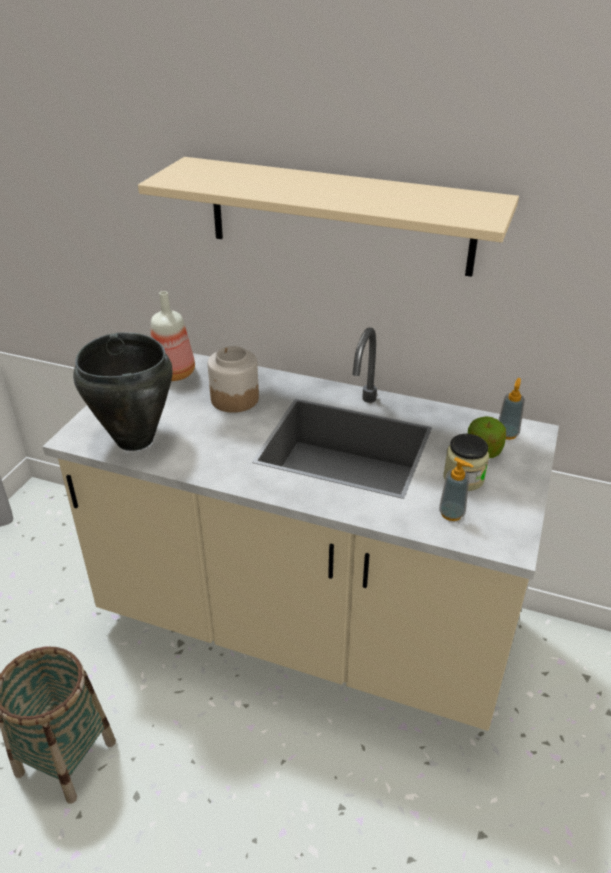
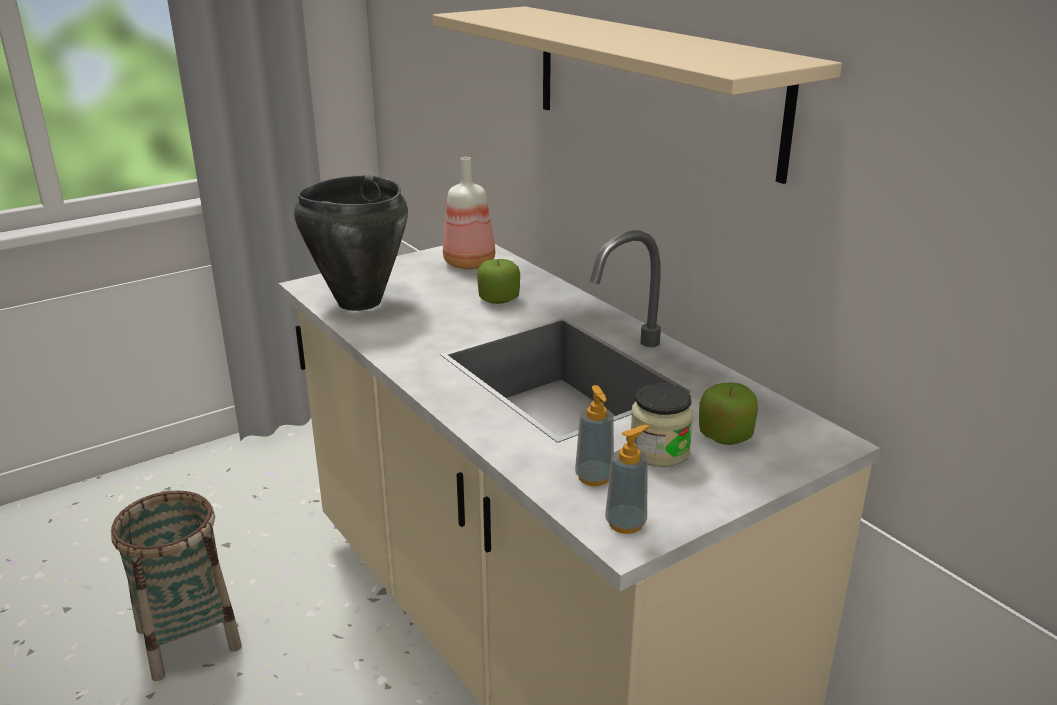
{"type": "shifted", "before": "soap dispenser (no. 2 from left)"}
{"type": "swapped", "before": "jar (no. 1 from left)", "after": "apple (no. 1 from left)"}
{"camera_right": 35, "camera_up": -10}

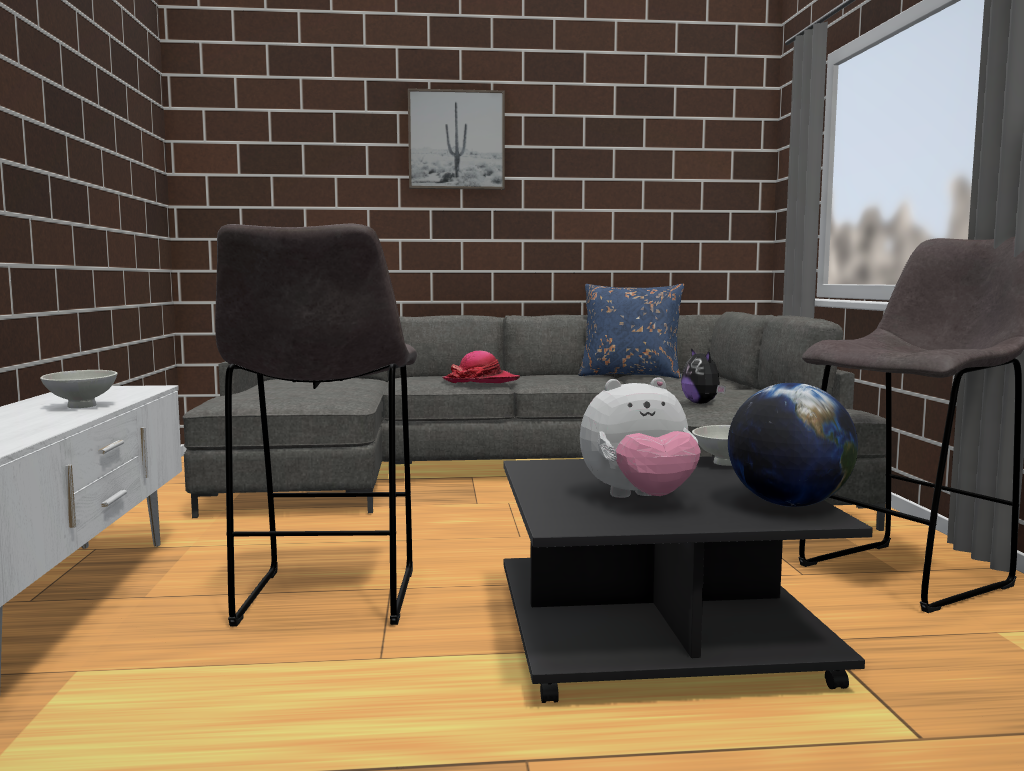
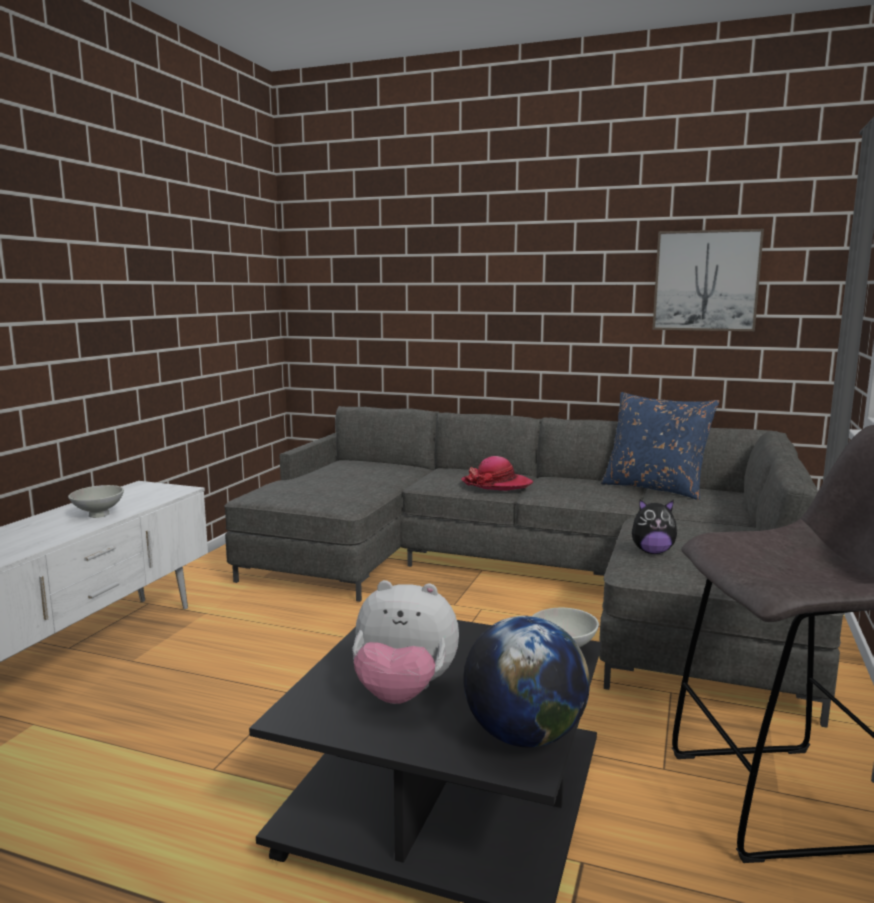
{"type": "gone", "before": "grey stool (no. 1 from left)"}
{"type": "shifted", "before": "picture"}
{"type": "rotated", "before": "plush toy (no. 2 from left)", "turn": -90}
{"camera_right": 25, "camera_up": 5}

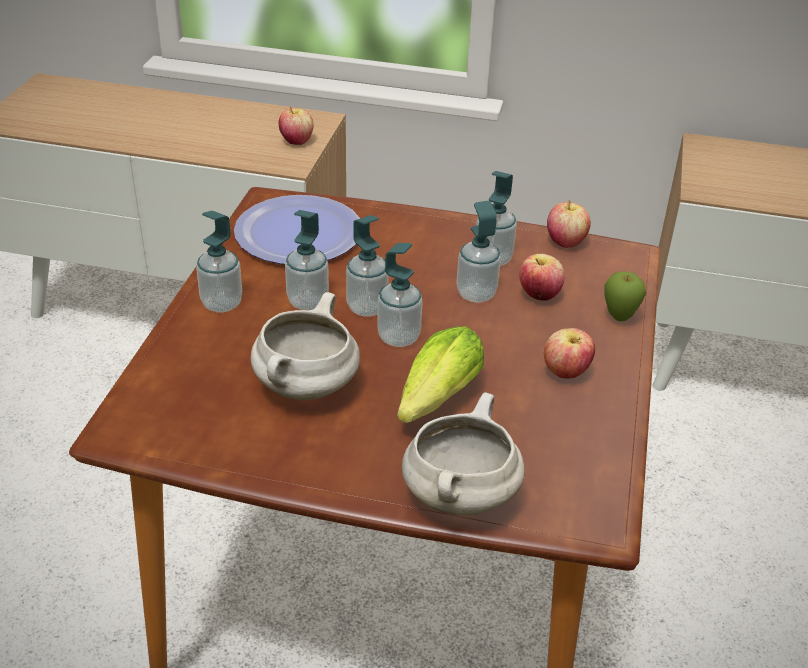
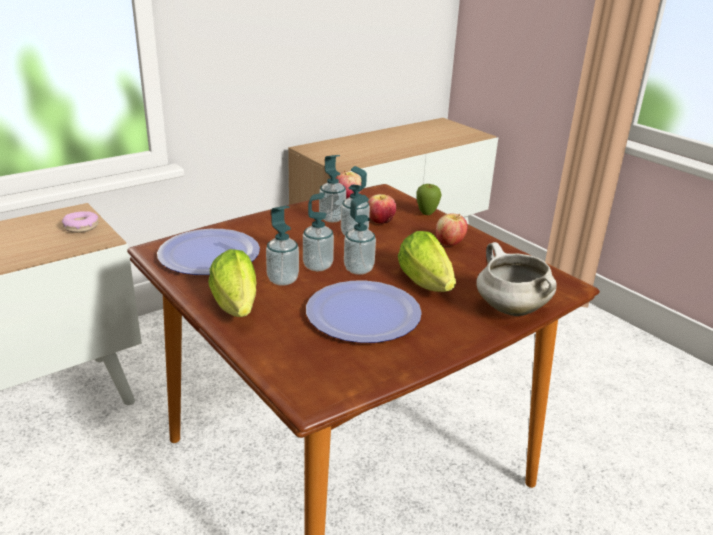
{"type": "swapped", "before": "soap dispenser (no. 1 from left)", "after": "lettuce (no. 1 from left)"}
{"type": "swapped", "before": "white cooking pot (no. 1 from left)", "after": "plate (no. 2 from left)"}
{"type": "swapped", "before": "apple (no. 1 from left)", "after": "donut"}
{"camera_right": -50, "camera_up": -10}

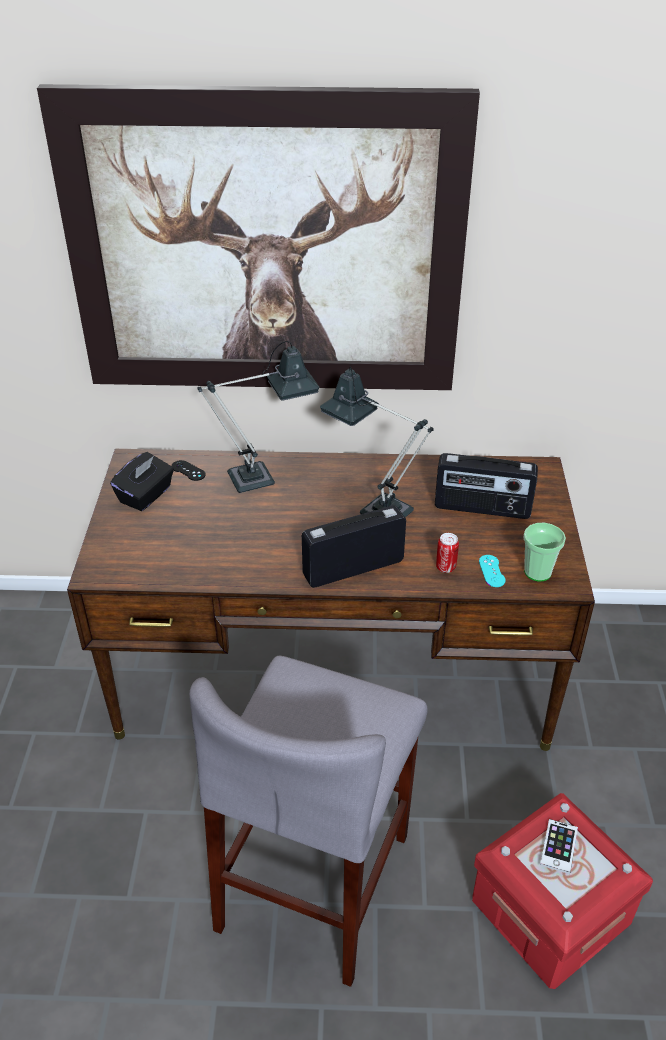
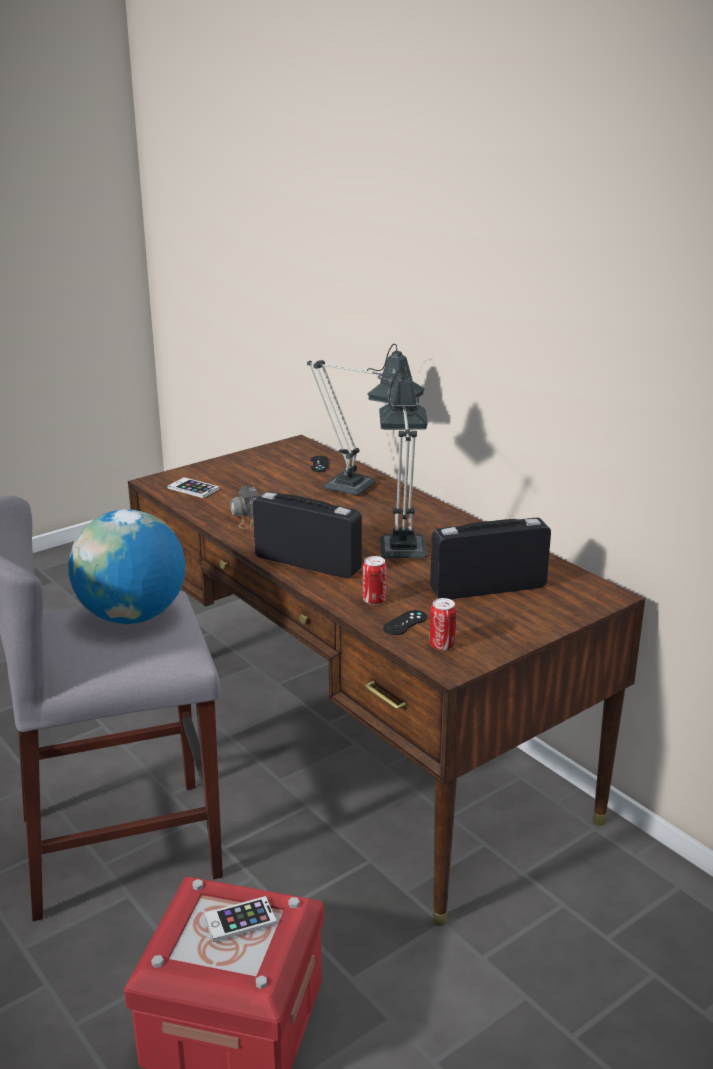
{"type": "gone", "before": "picture"}
{"type": "gone", "before": "black tissue box"}
{"type": "new", "after": "globe"}
{"type": "new", "after": "phone (no. 1 from left)"}
{"type": "new", "after": "photo camera"}
{"type": "swapped", "before": "cup", "after": "can (no. 2 from left)"}
{"type": "repainted", "before": "turquoise game controller", "after": "black game controller (no. 2 from left)"}
{"type": "rotated", "before": "radio (no. 2 from left)", "turn": 105}
{"camera_right": 50, "camera_up": -15}

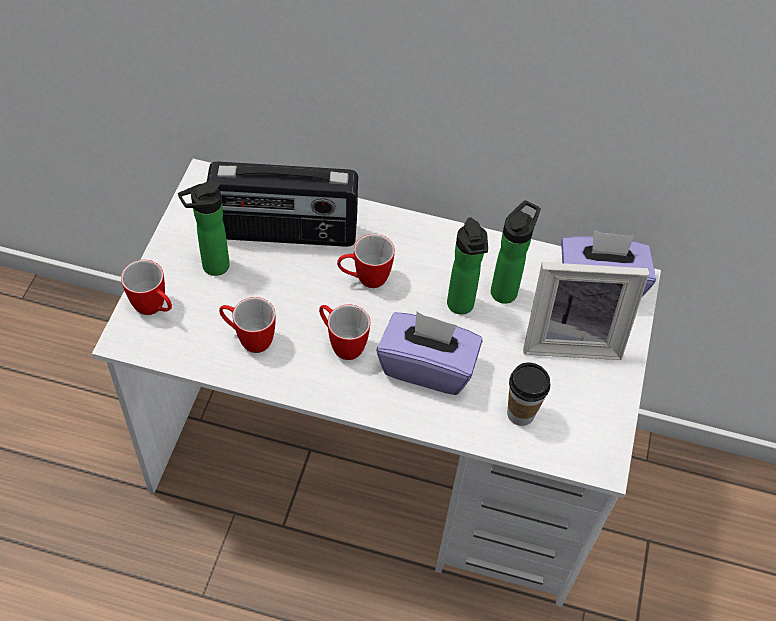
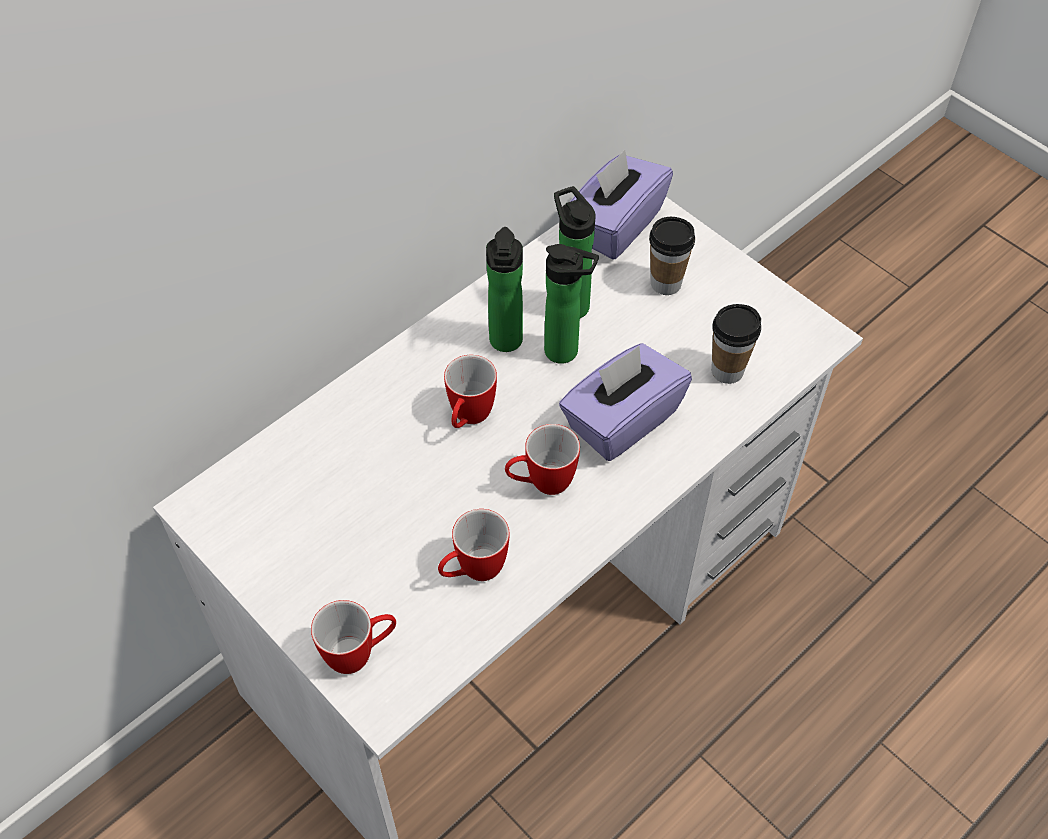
{"type": "gone", "before": "radio"}
{"type": "shifted", "before": "bottle (no. 1 from left)"}
{"type": "swapped", "before": "picture frame", "after": "cup (no. 1 from left)"}
{"camera_right": -55, "camera_up": 0}

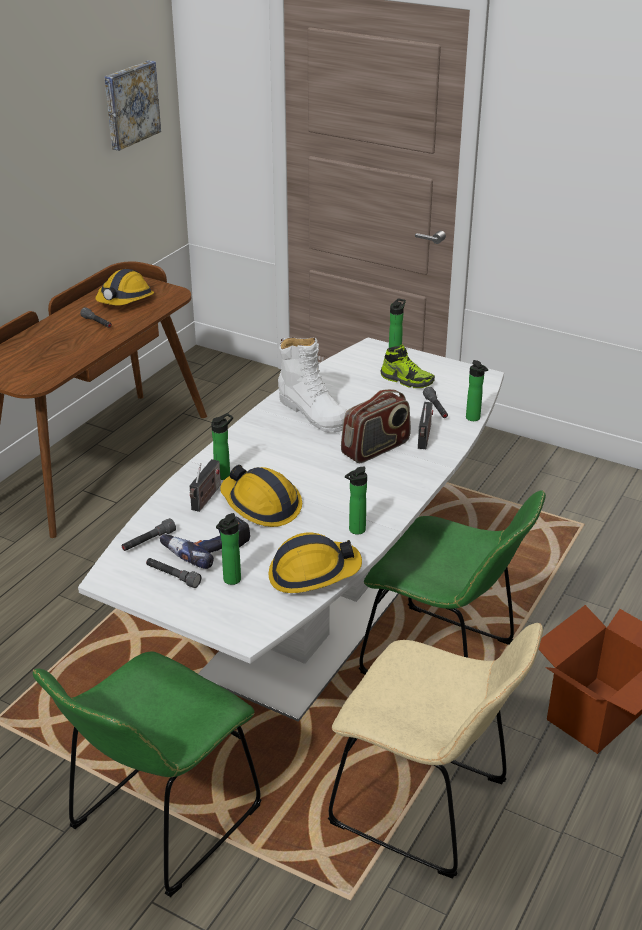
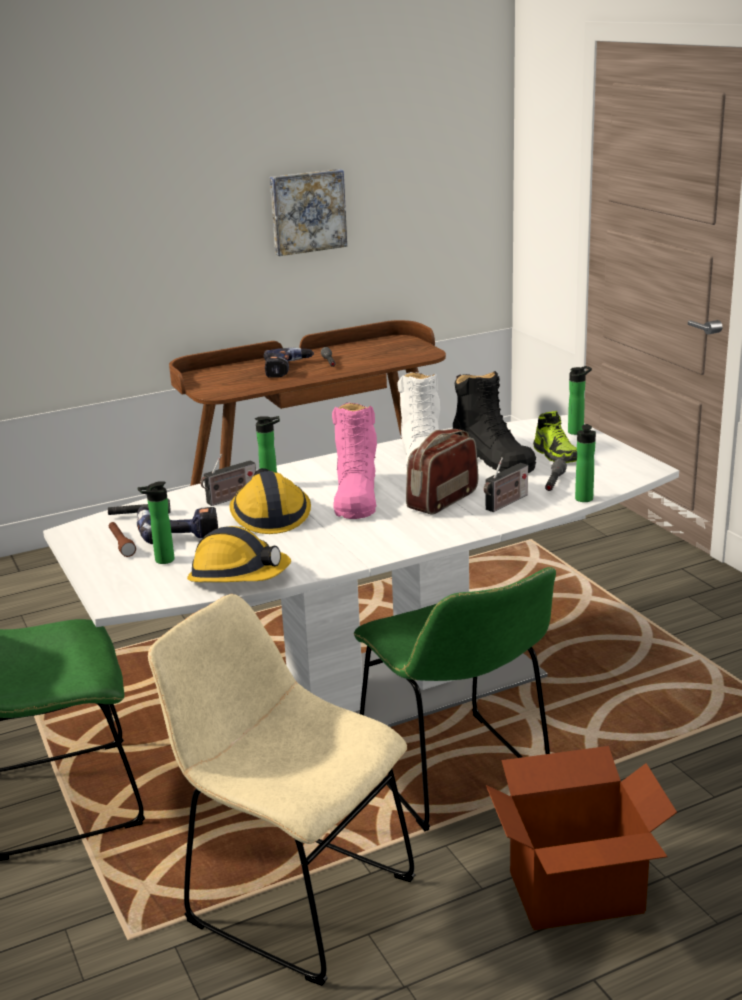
{"type": "gone", "before": "hard hat (no. 1 from left)"}
{"type": "gone", "before": "bottle (no. 3 from left)"}
{"type": "new", "after": "power drill (no. 2 from left)"}
{"type": "new", "after": "pink boot"}
{"type": "new", "after": "black boot"}
{"type": "shifted", "before": "picture"}
{"type": "repainted", "before": "grey flashlight (no. 3 from left)", "after": "brown flashlight"}
{"type": "rotated", "before": "beige chair", "turn": 150}
{"type": "rotated", "before": "radio (no. 2 from left)", "turn": 135}
{"camera_right": 35, "camera_up": -10}

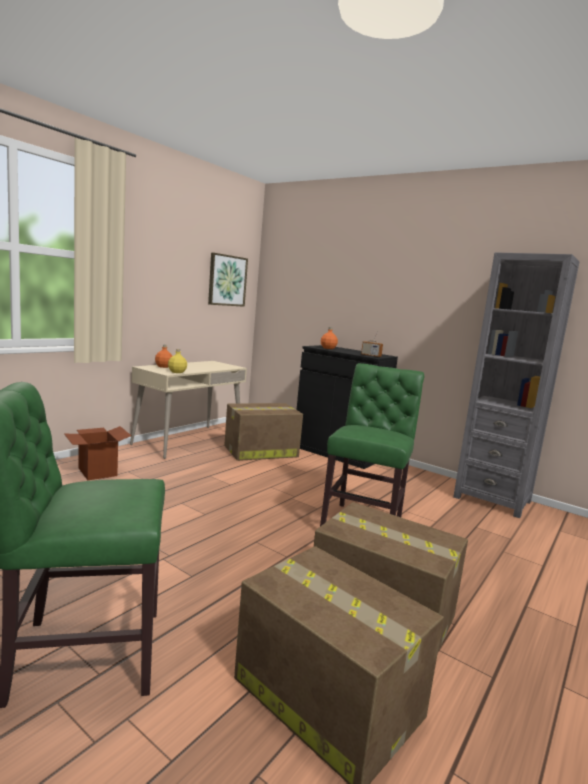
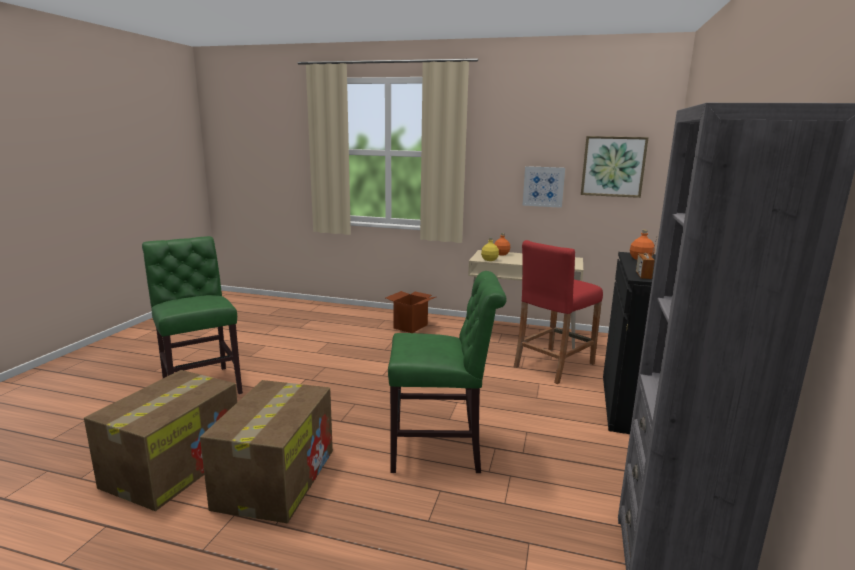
{"type": "new", "after": "picture (no. 1 from left)"}
{"type": "swapped", "before": "cardboard box (no. 2 from left)", "after": "red stool"}
{"camera_right": 70, "camera_up": 5}

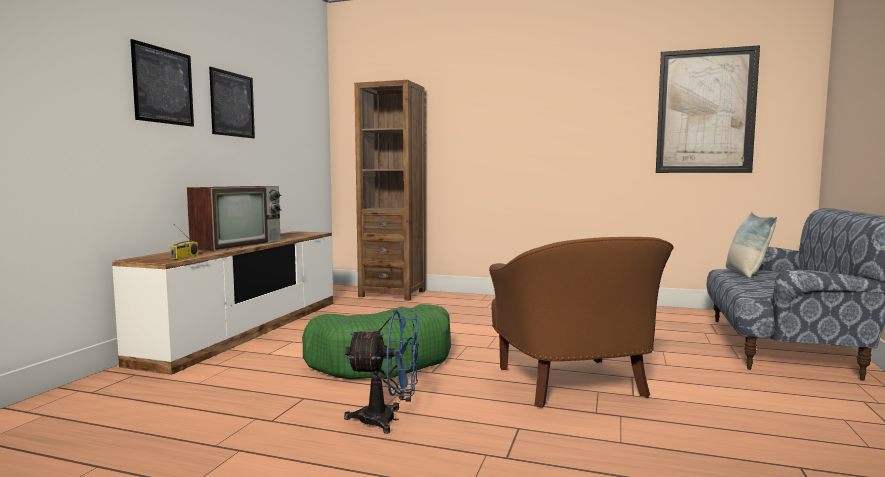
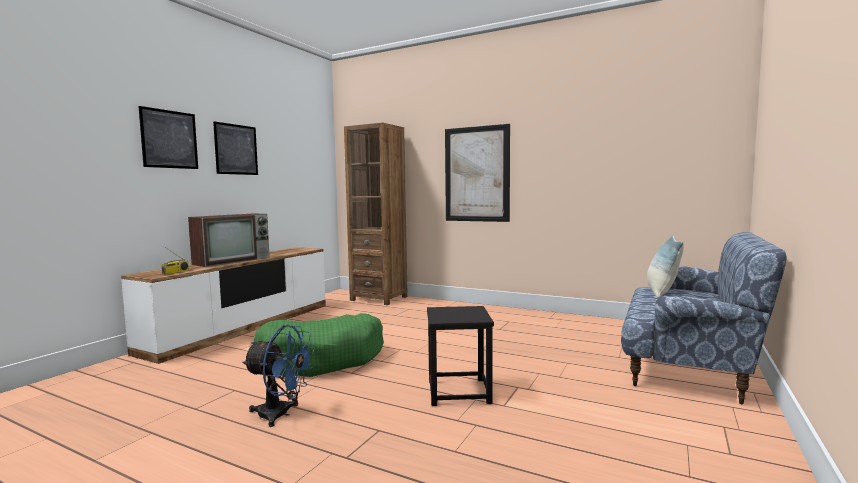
{"type": "shifted", "before": "picture (no. 3 from left)"}
{"type": "swapped", "before": "brown armchair", "after": "black stool"}
{"camera_right": 10, "camera_up": 0}

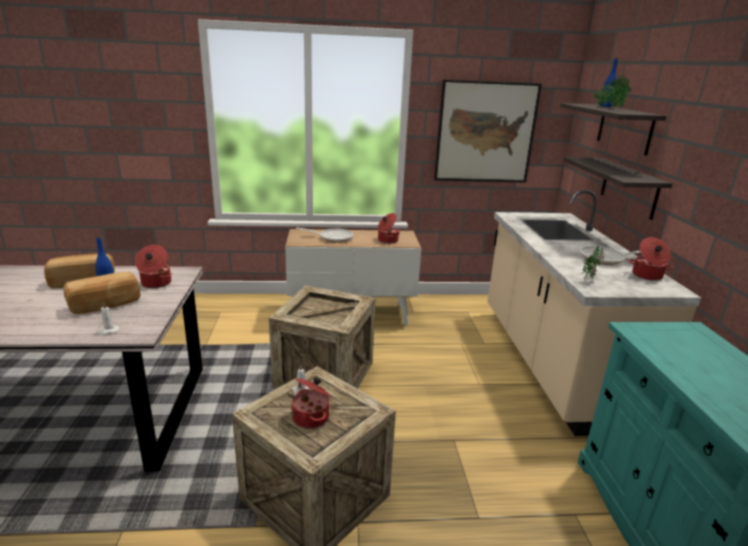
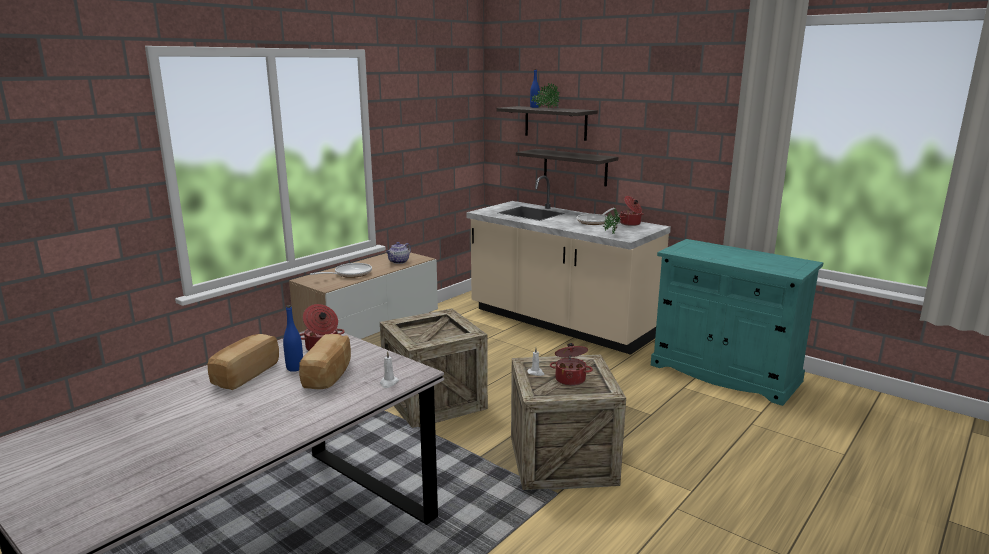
{"type": "gone", "before": "picture"}
{"type": "swapped", "before": "cooking pot (no. 3 from left)", "after": "teapot"}
{"camera_right": -45, "camera_up": -5}

